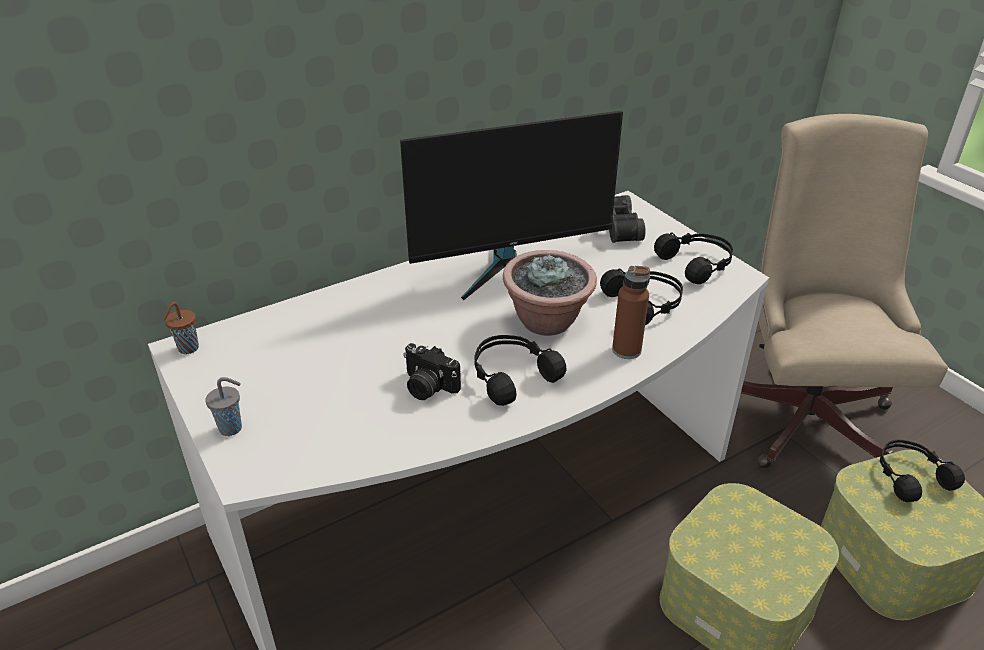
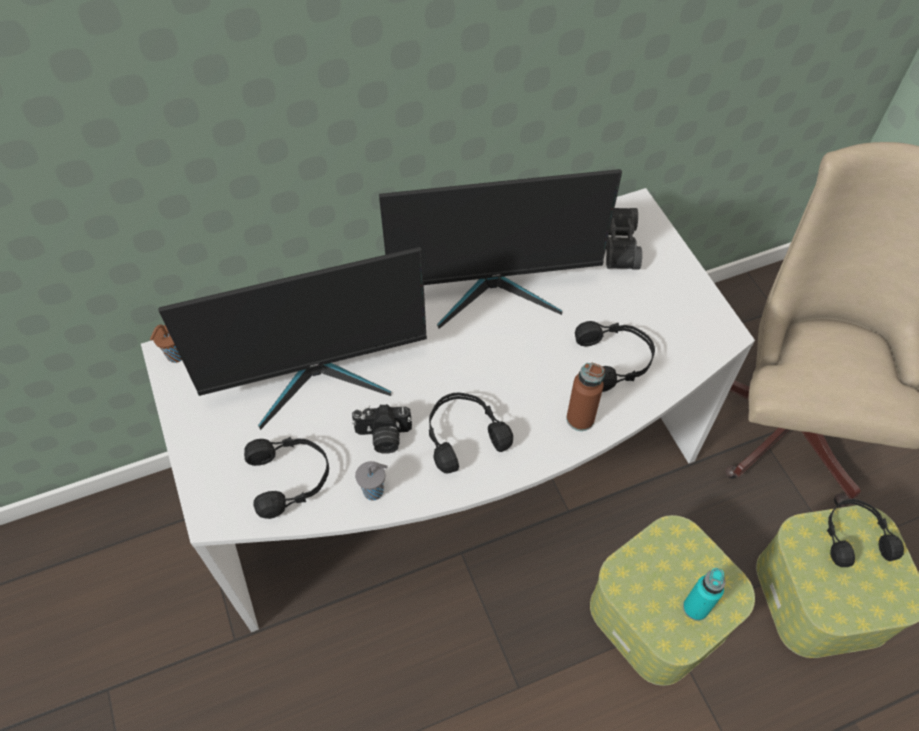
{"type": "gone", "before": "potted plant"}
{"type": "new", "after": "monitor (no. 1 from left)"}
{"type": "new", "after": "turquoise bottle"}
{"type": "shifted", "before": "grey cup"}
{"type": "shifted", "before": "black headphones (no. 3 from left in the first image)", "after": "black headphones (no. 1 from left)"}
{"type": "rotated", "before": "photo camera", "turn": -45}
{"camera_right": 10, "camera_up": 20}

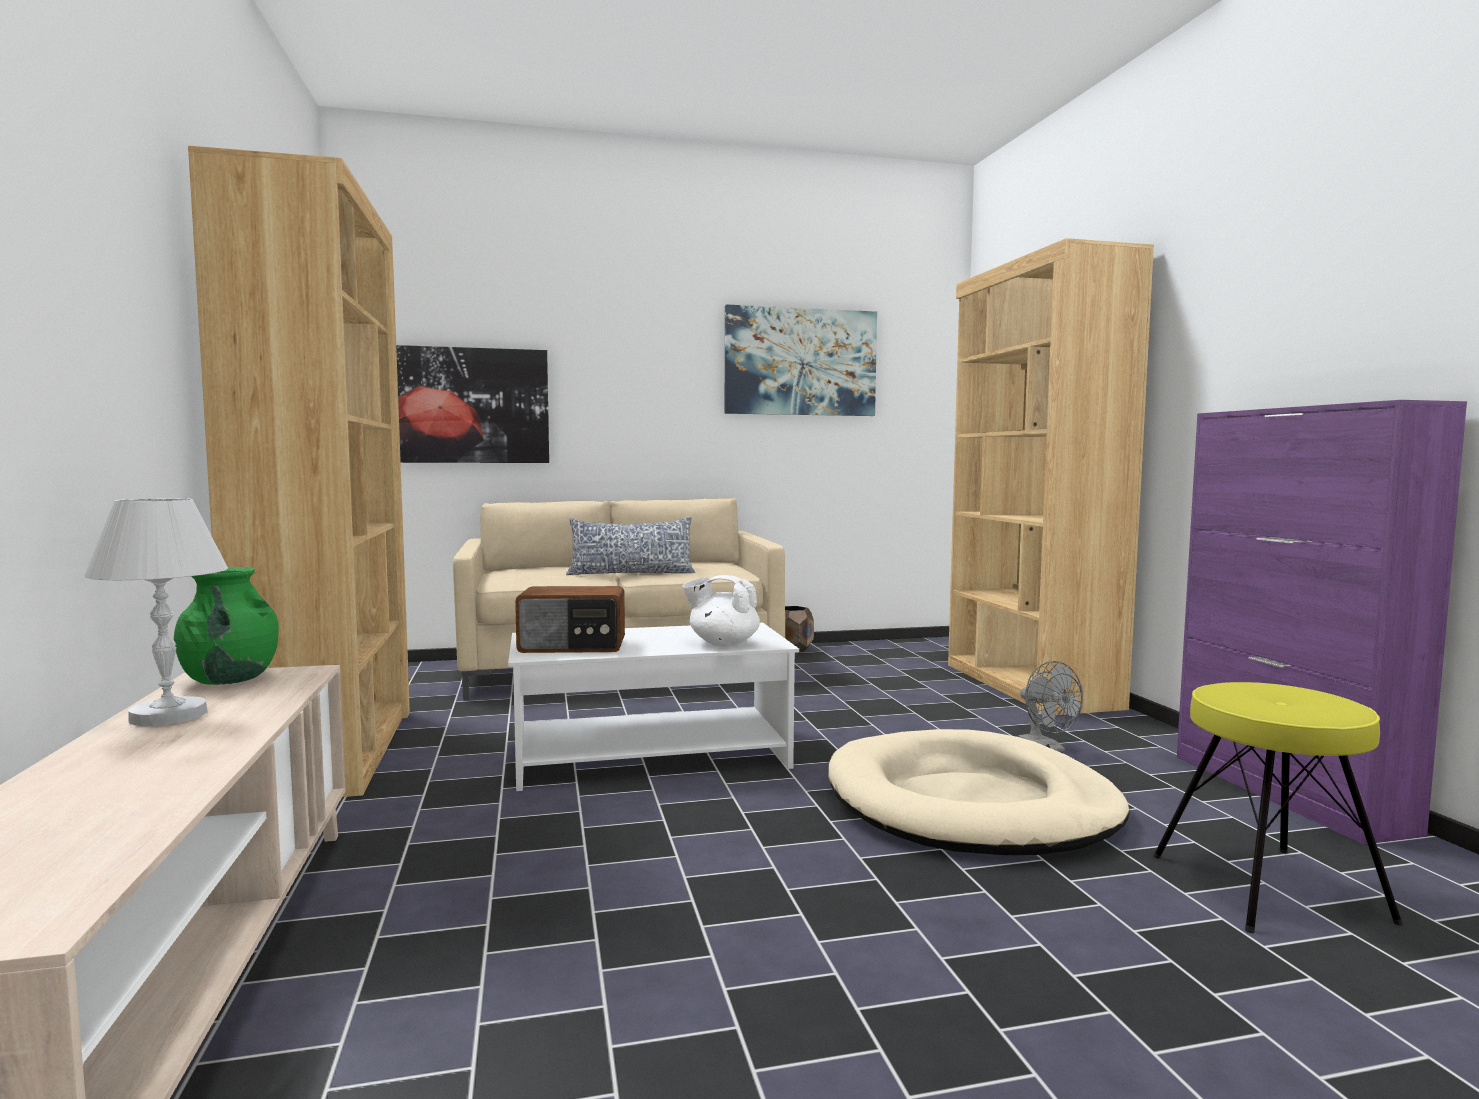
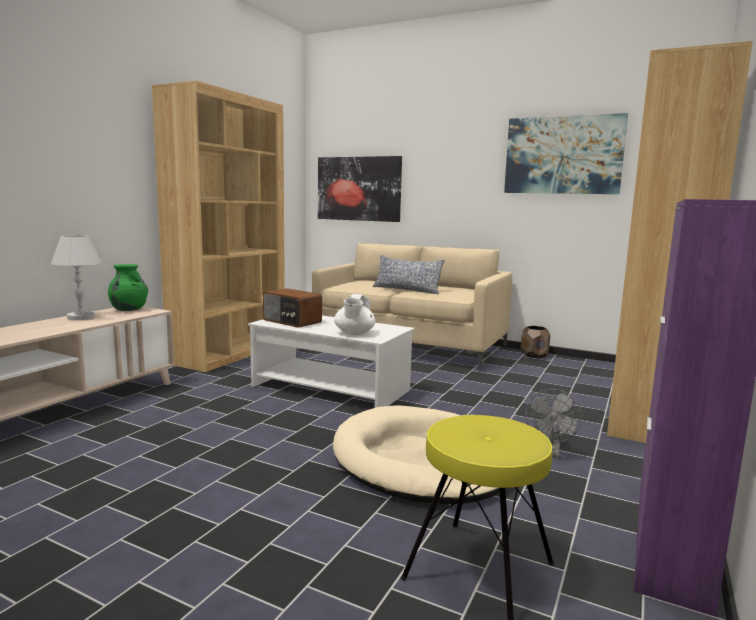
{"type": "rotated", "before": "white teapot", "turn": -135}
{"camera_right": 40, "camera_up": 5}

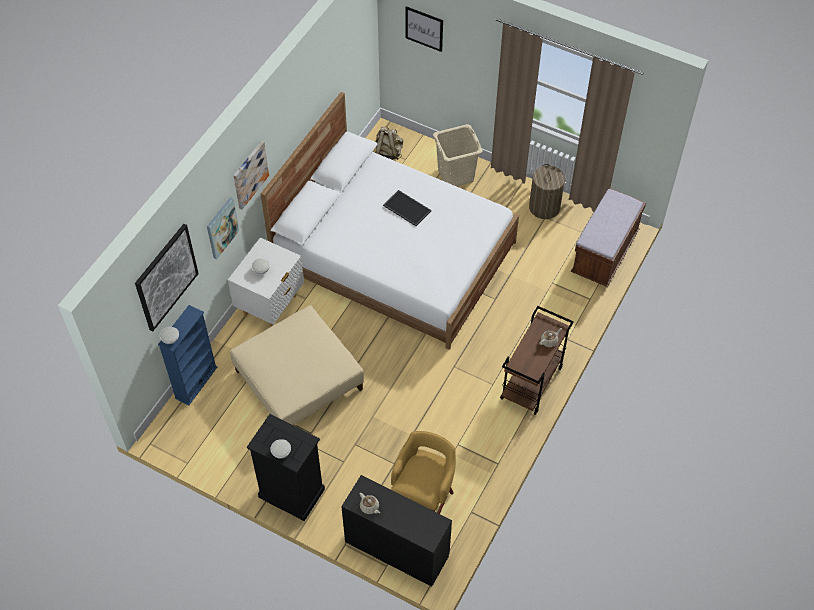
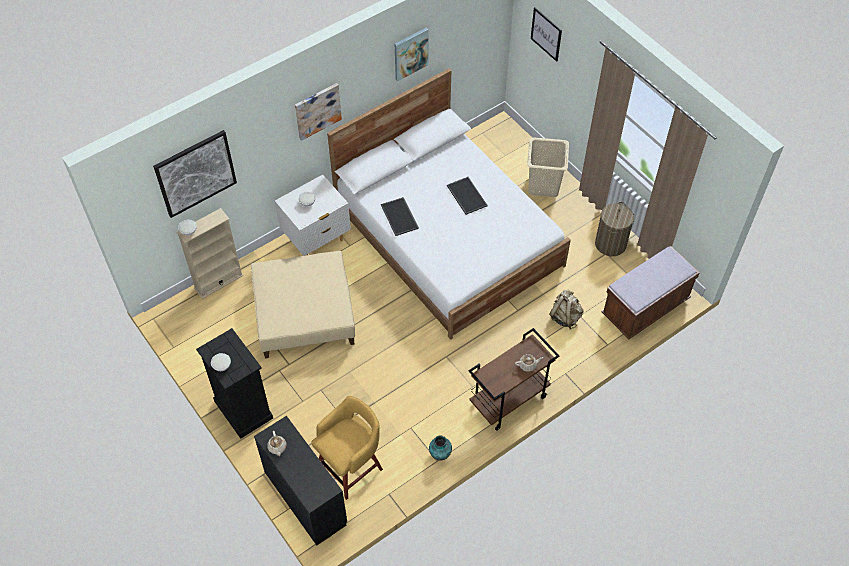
{"type": "new", "after": "tray (no. 1 from left)"}
{"type": "new", "after": "vase"}
{"type": "shifted", "before": "picture (no. 2 from left in the first image)", "after": "picture (no. 3 from left)"}
{"type": "shifted", "before": "beige backpack"}
{"type": "repainted", "before": "blue bookcase", "after": "beige bookcase"}
{"camera_right": 25, "camera_up": 0}

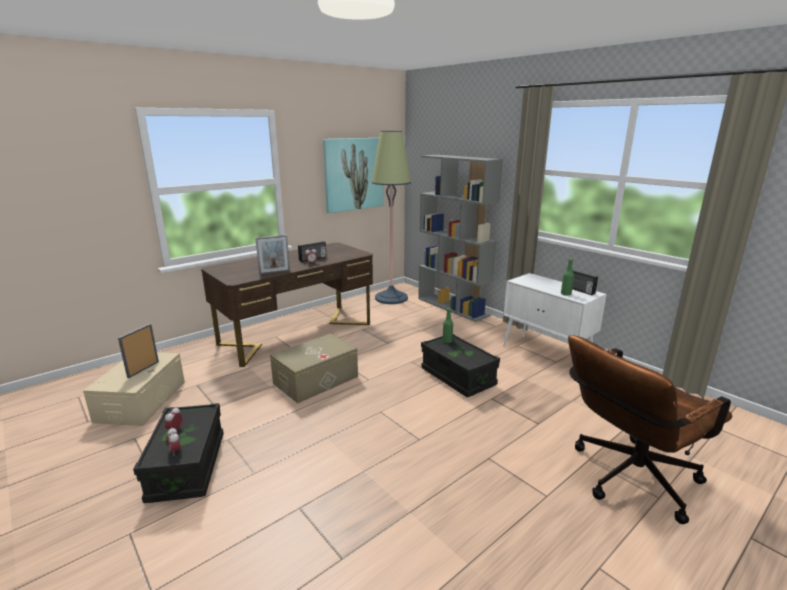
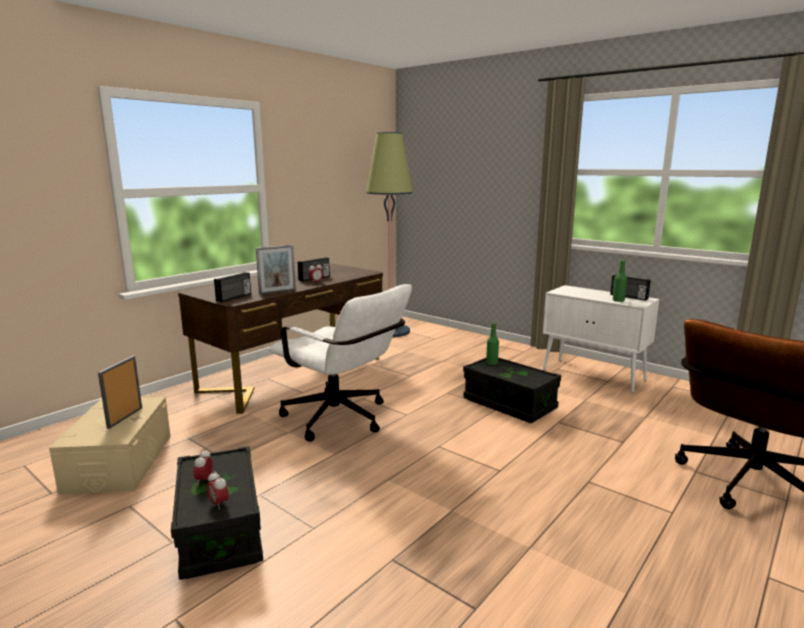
{"type": "gone", "before": "picture"}
{"type": "gone", "before": "grey bookcase"}
{"type": "new", "after": "radio (no. 1 from left)"}
{"type": "swapped", "before": "beige storage box (no. 2 from left)", "after": "white office chair"}
{"camera_right": -10, "camera_up": -5}

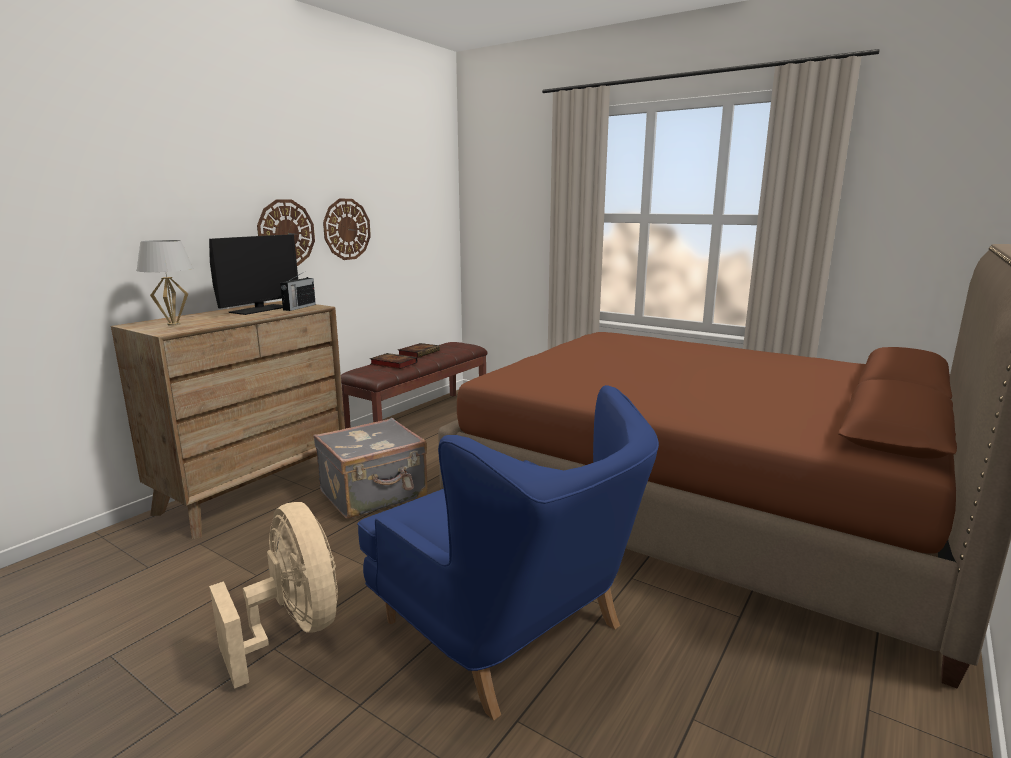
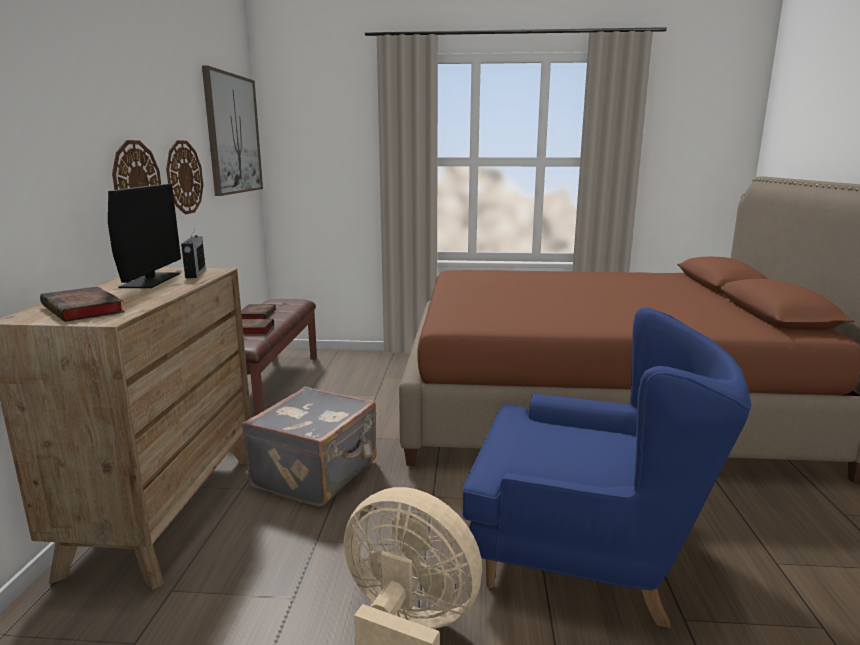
{"type": "new", "after": "picture"}
{"type": "swapped", "before": "white table lamp", "after": "book (no. 1 from left)"}
{"camera_right": -30, "camera_up": 0}

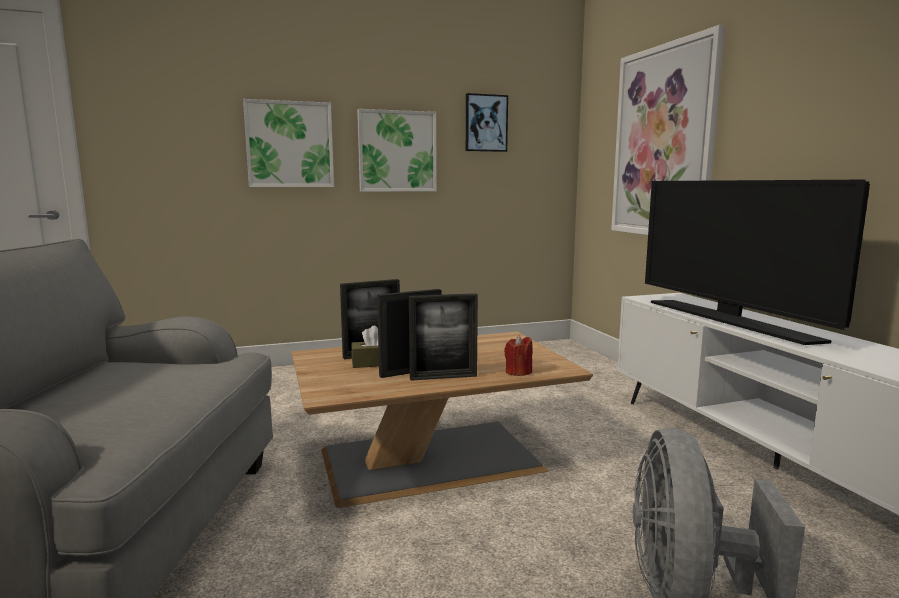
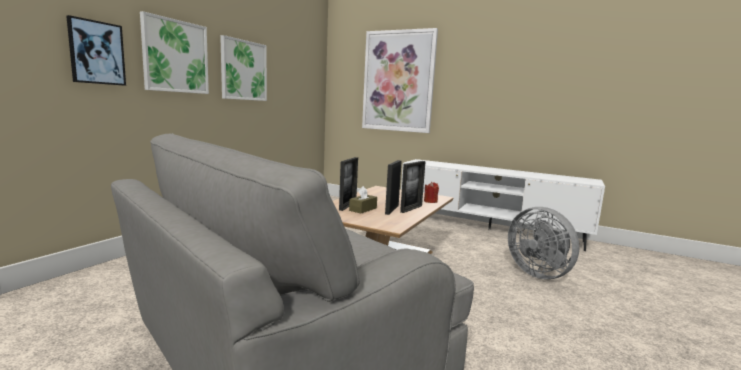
{"type": "gone", "before": "television"}
{"type": "shifted", "before": "picture (no. 3 from left in the first image)", "after": "picture (no. 1 from left)"}
{"camera_right": -45, "camera_up": 0}

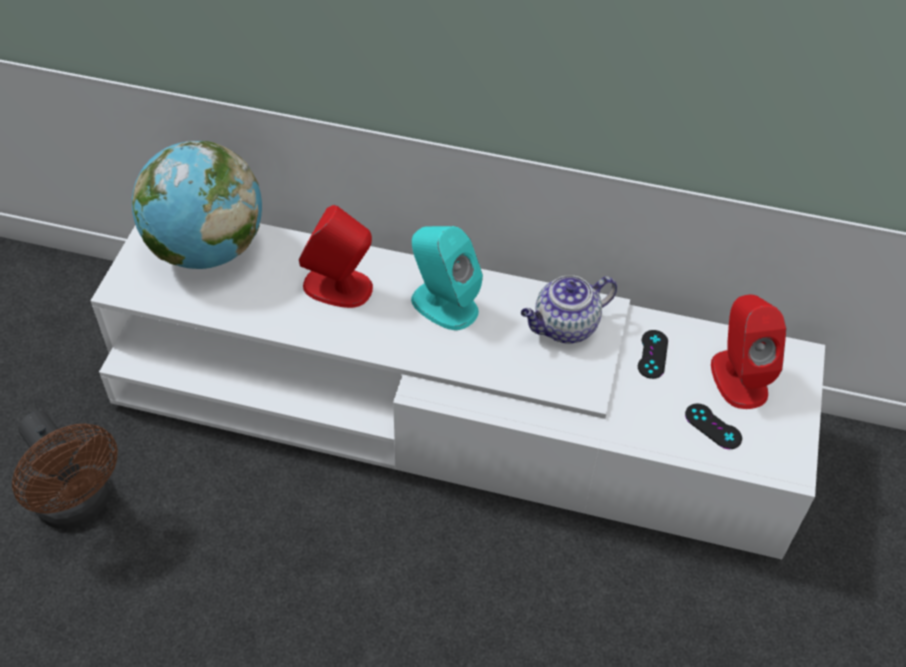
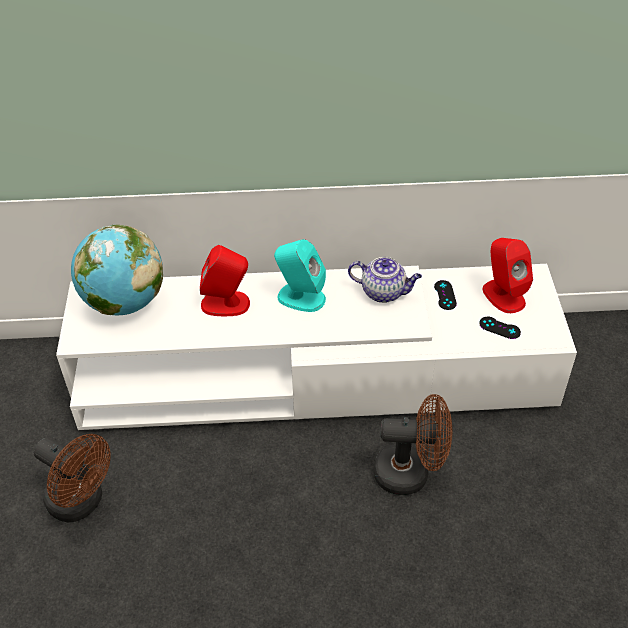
{"type": "new", "after": "brown fan (no. 2 from left)"}
{"type": "rotated", "before": "teapot", "turn": -120}
{"camera_right": -15, "camera_up": -5}

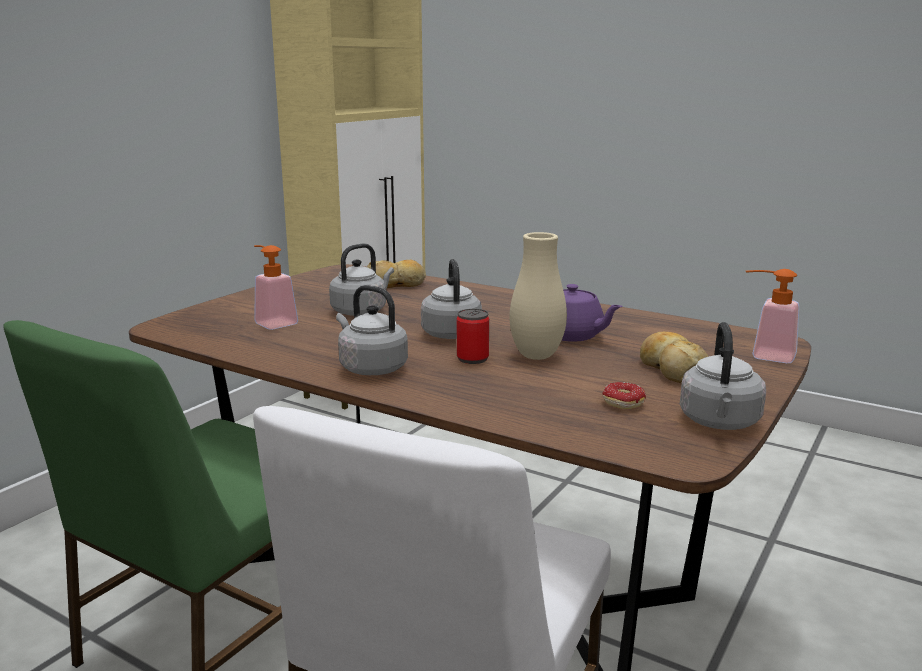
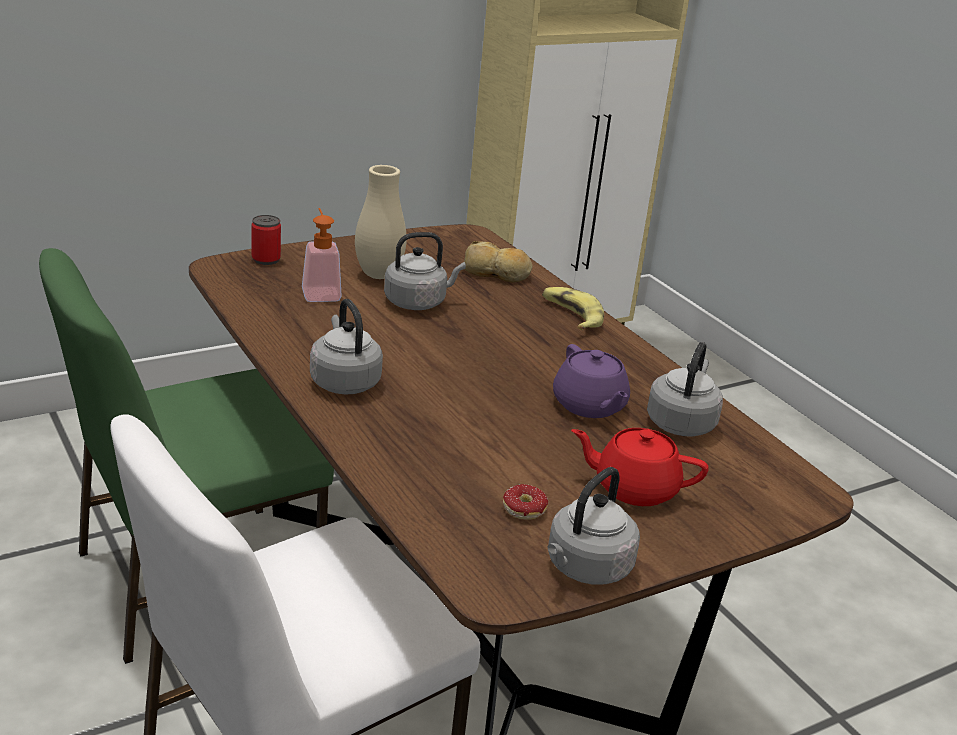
{"type": "gone", "before": "soap dispenser (no. 2 from left)"}
{"type": "new", "after": "banana"}
{"type": "shifted", "before": "grey kettle (no. 3 from left in the first image)", "after": "grey kettle (no. 4 from left)"}
{"type": "shifted", "before": "can"}
{"type": "shifted", "before": "beige vase"}
{"type": "swapped", "before": "bread (no. 2 from left)", "after": "red teapot"}
{"camera_right": 25, "camera_up": 10}

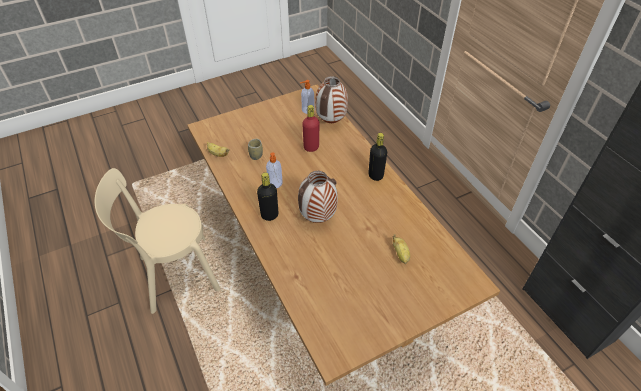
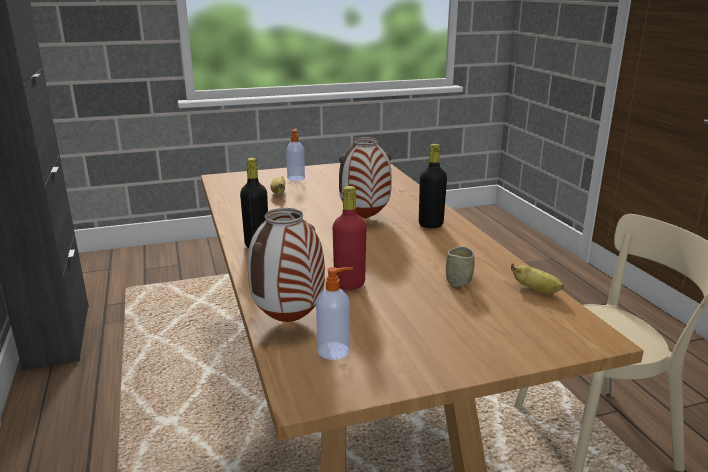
{"type": "shifted", "before": "soap dispenser (no. 1 from left)"}
{"camera_right": -170, "camera_up": -25}

